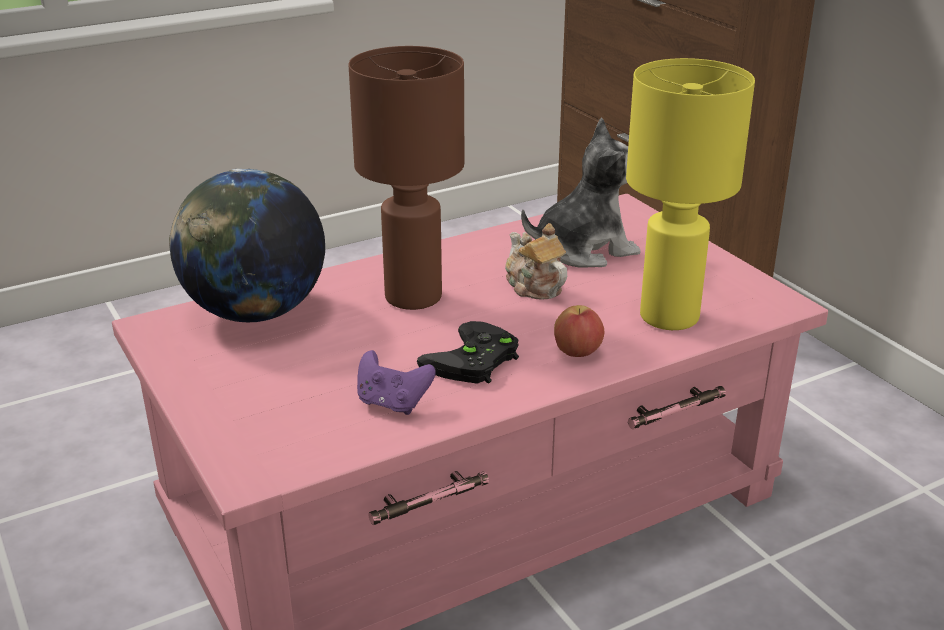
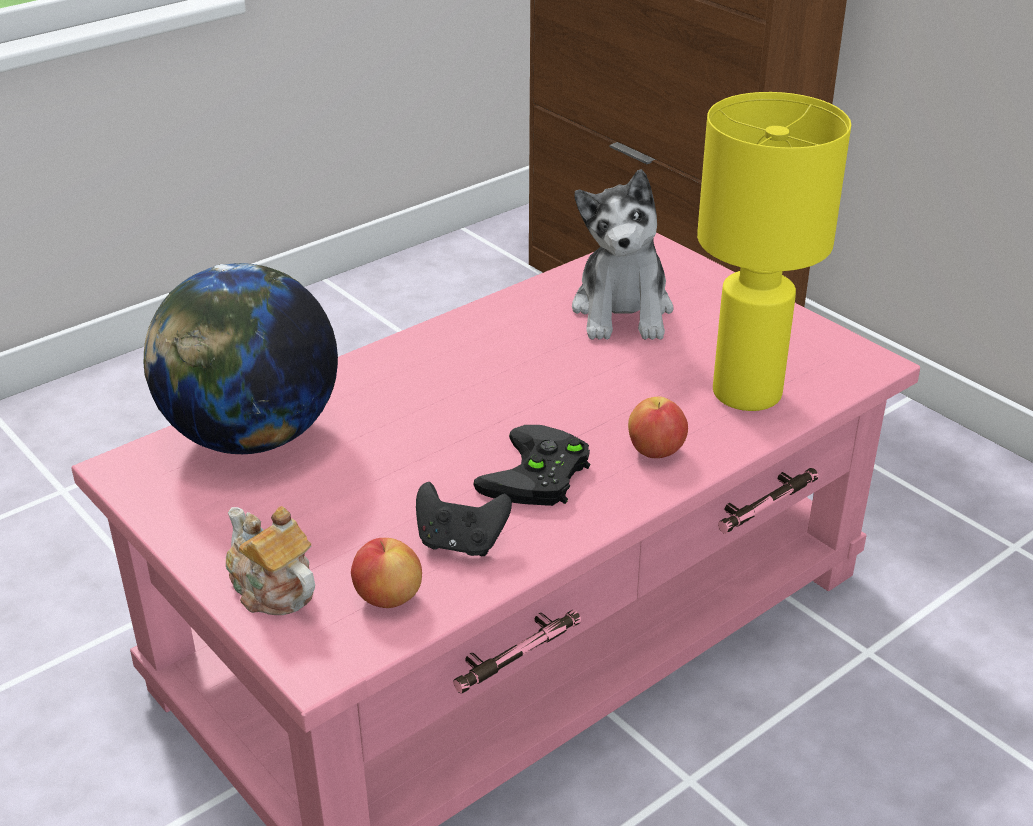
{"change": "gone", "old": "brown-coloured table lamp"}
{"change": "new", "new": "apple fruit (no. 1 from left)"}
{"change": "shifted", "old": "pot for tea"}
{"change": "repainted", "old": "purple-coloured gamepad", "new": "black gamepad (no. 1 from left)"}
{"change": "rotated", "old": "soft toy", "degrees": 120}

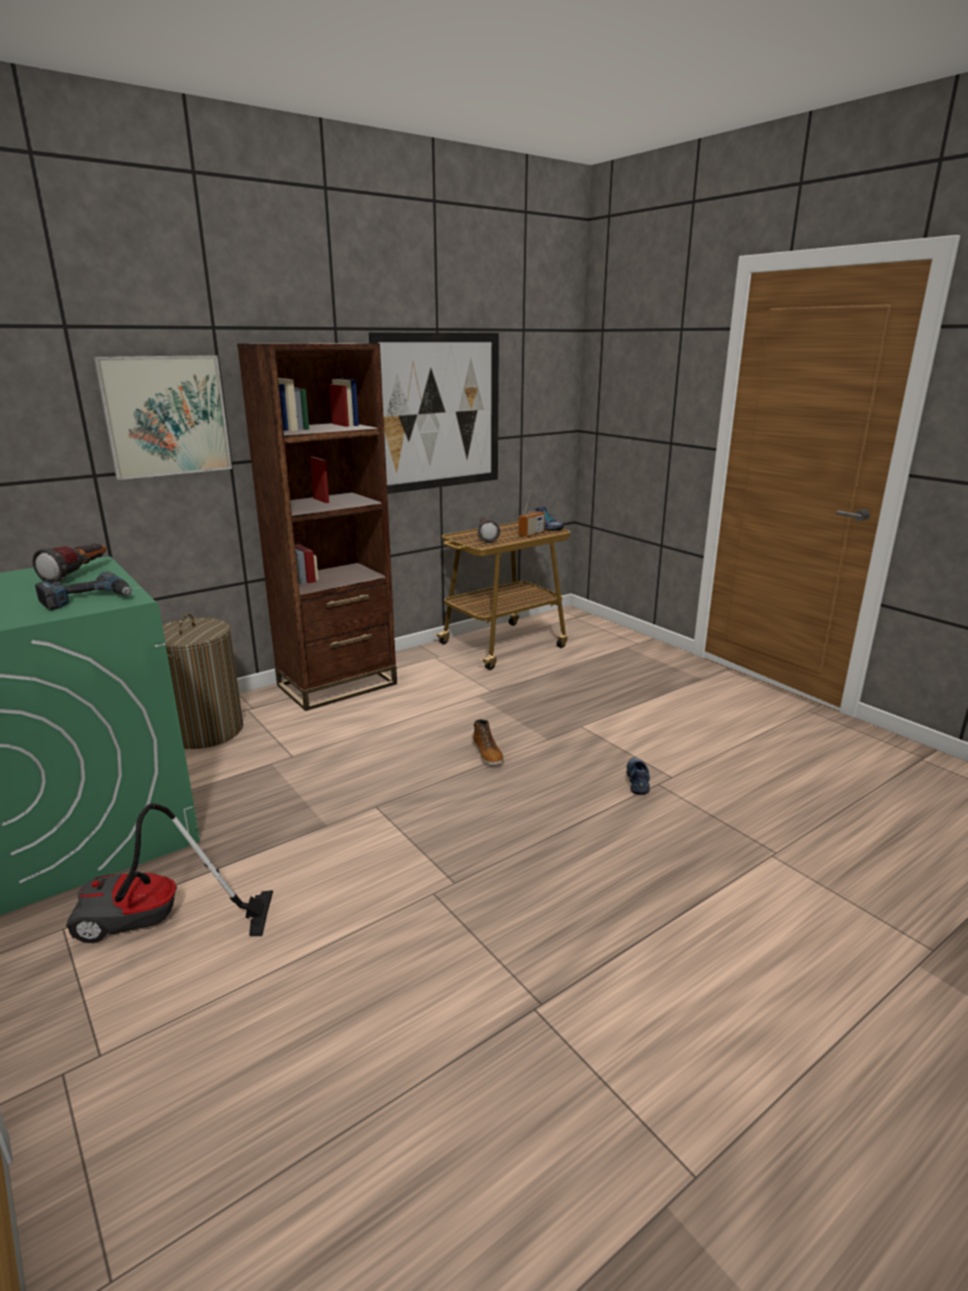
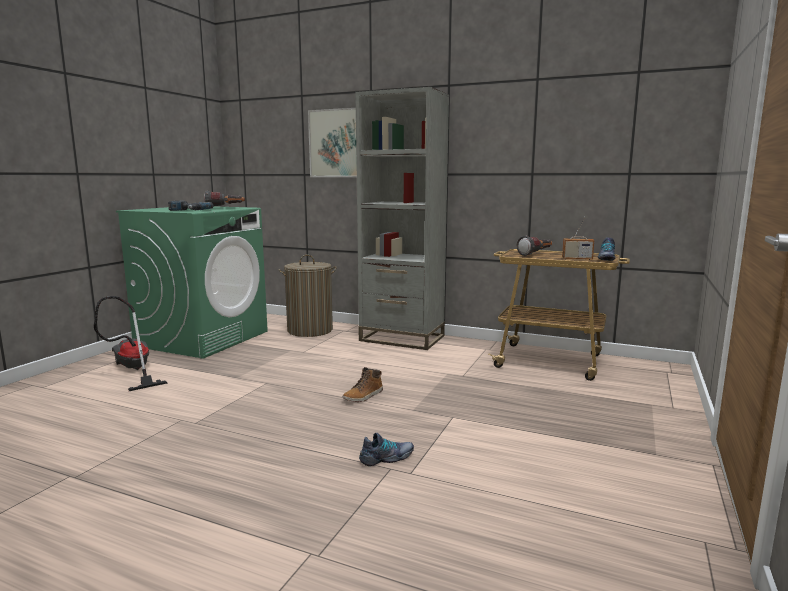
{"change": "gone", "old": "wall art (no. 2 from left)"}
{"change": "repainted", "old": "brown-coloured bookcase", "new": "greyish bookcase"}

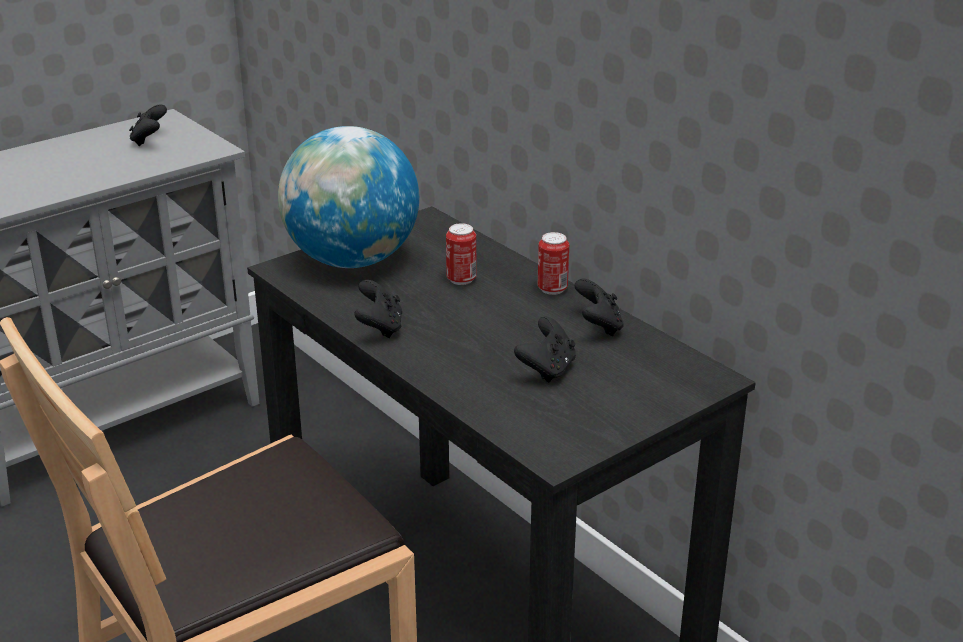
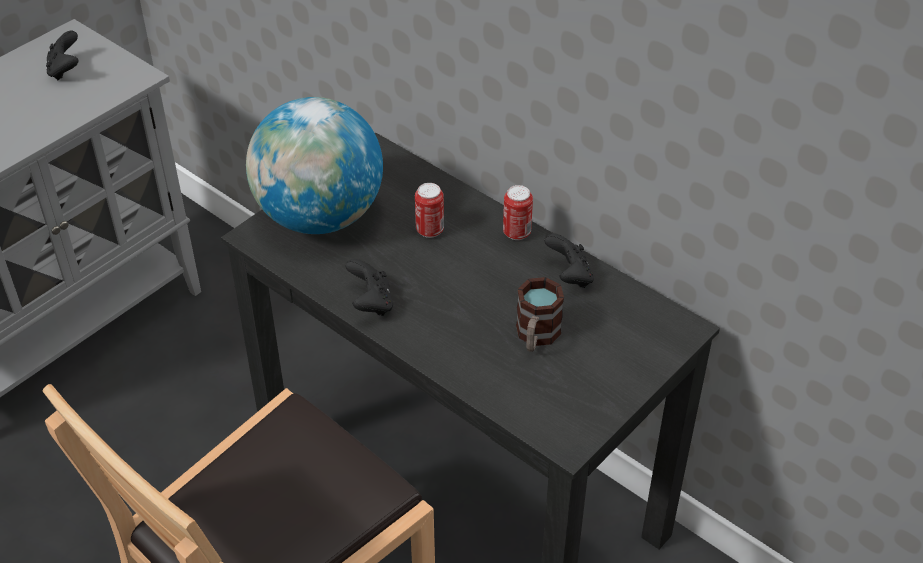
{"change": "swapped", "old": "black gamepad (no. 3 from left)", "new": "mug"}

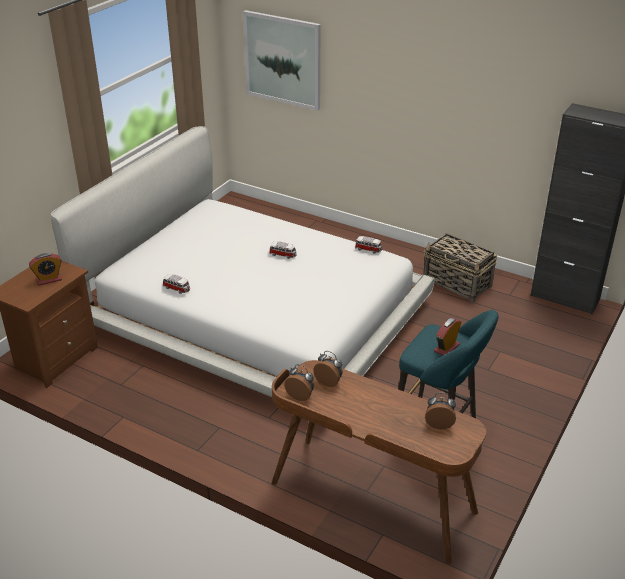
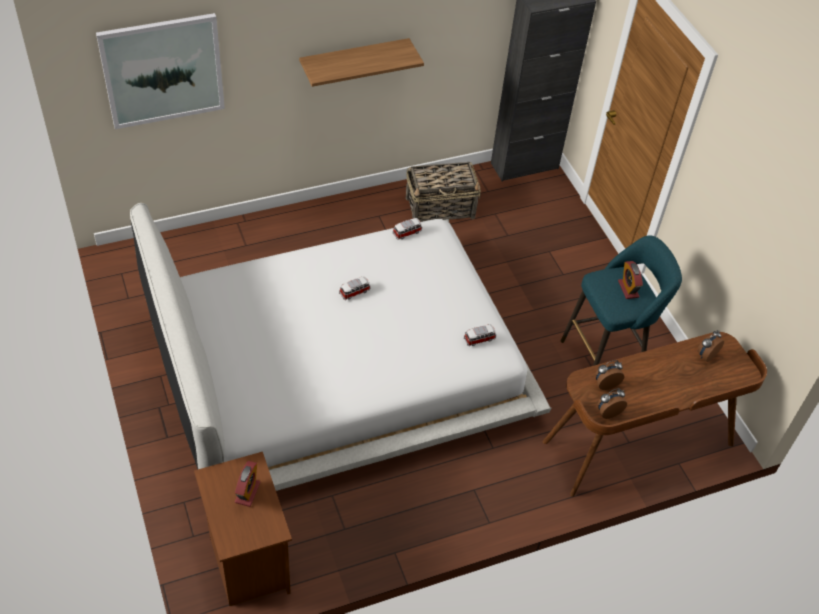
{"change": "new", "new": "wall shelf"}
{"change": "shifted", "old": "miniature car (no. 1 from left in the first image)", "new": "miniature car (no. 3 from left)"}

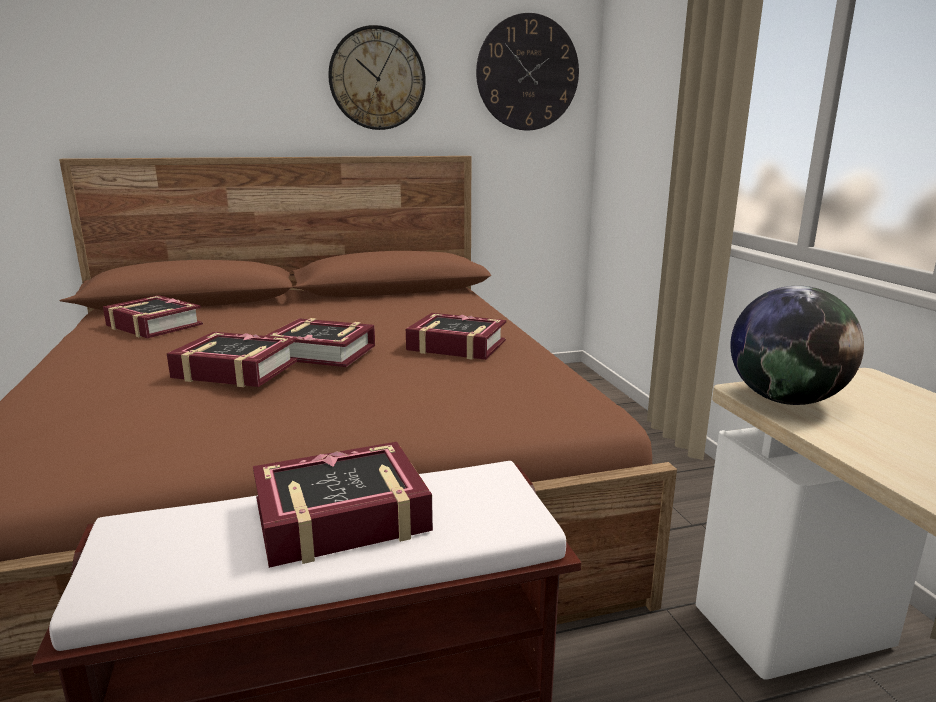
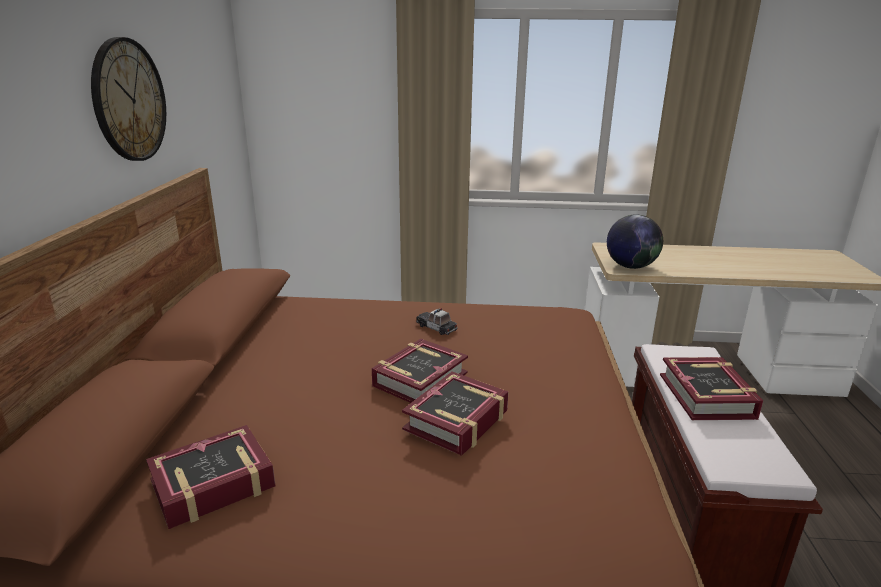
{"change": "gone", "old": "wall clock (no. 2 from left)"}
{"change": "swapped", "old": "volume (no. 5 from left)", "new": "miniature car"}

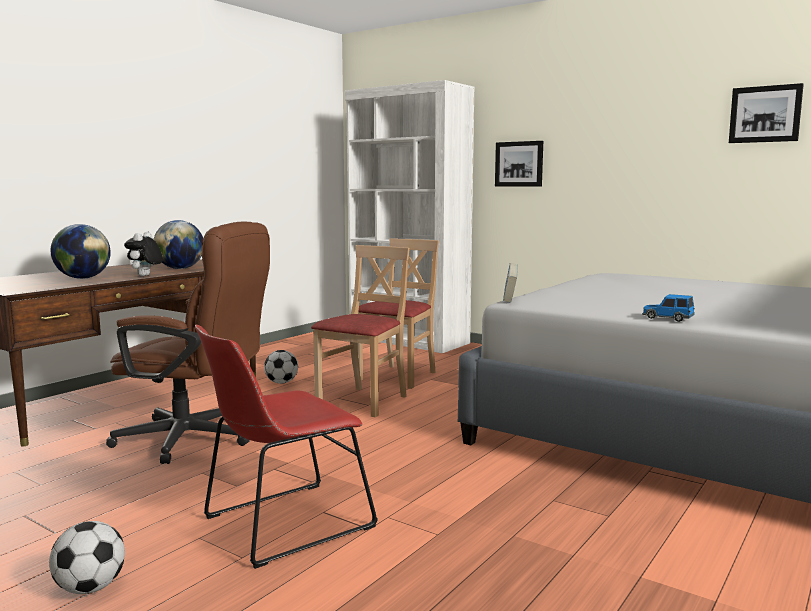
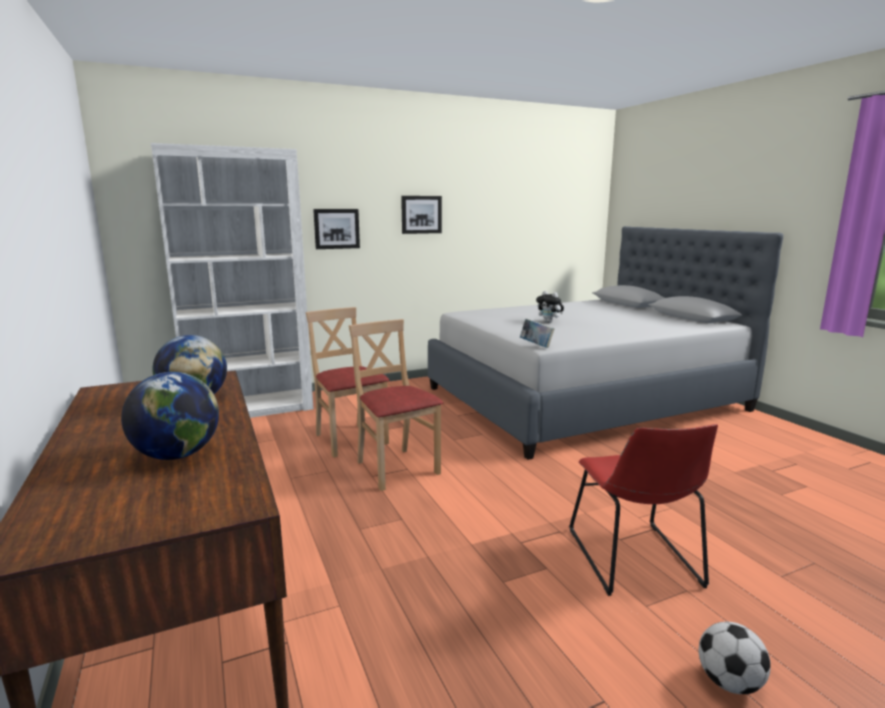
{"change": "gone", "old": "brown-coloured desk chair"}
{"change": "gone", "old": "ball for football (no. 2 from left)"}
{"change": "gone", "old": "miniature car"}
{"change": "shifted", "old": "soft toy"}
{"change": "shifted", "old": "wall art (no. 2 from left)"}

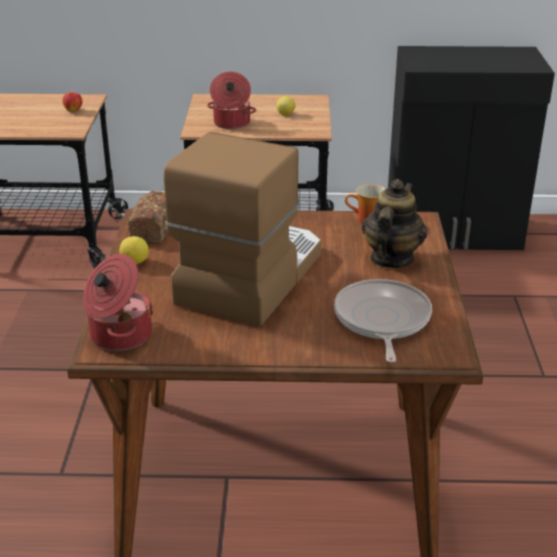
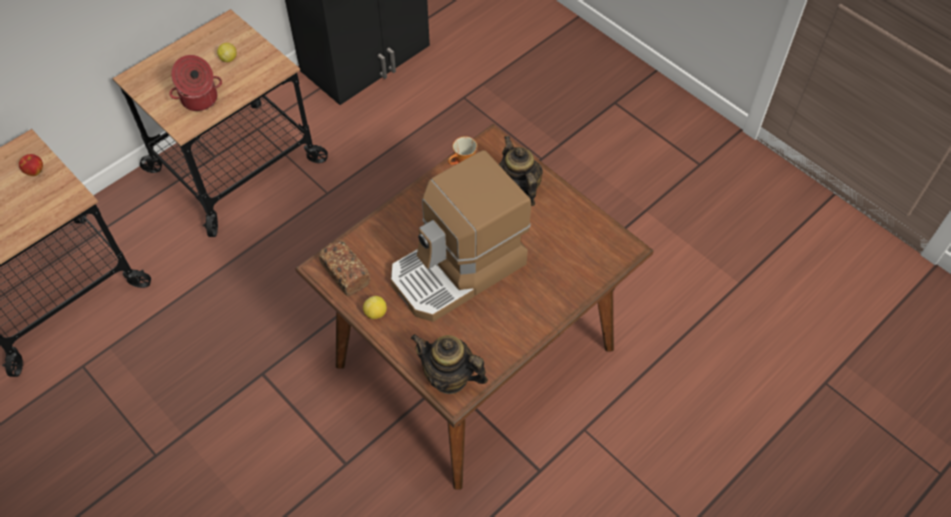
{"change": "gone", "old": "skillet"}
{"change": "swapped", "old": "saucepot (no. 1 from left)", "new": "pot for tea (no. 1 from left)"}
{"change": "rotated", "old": "coffee brewer", "degrees": -105}

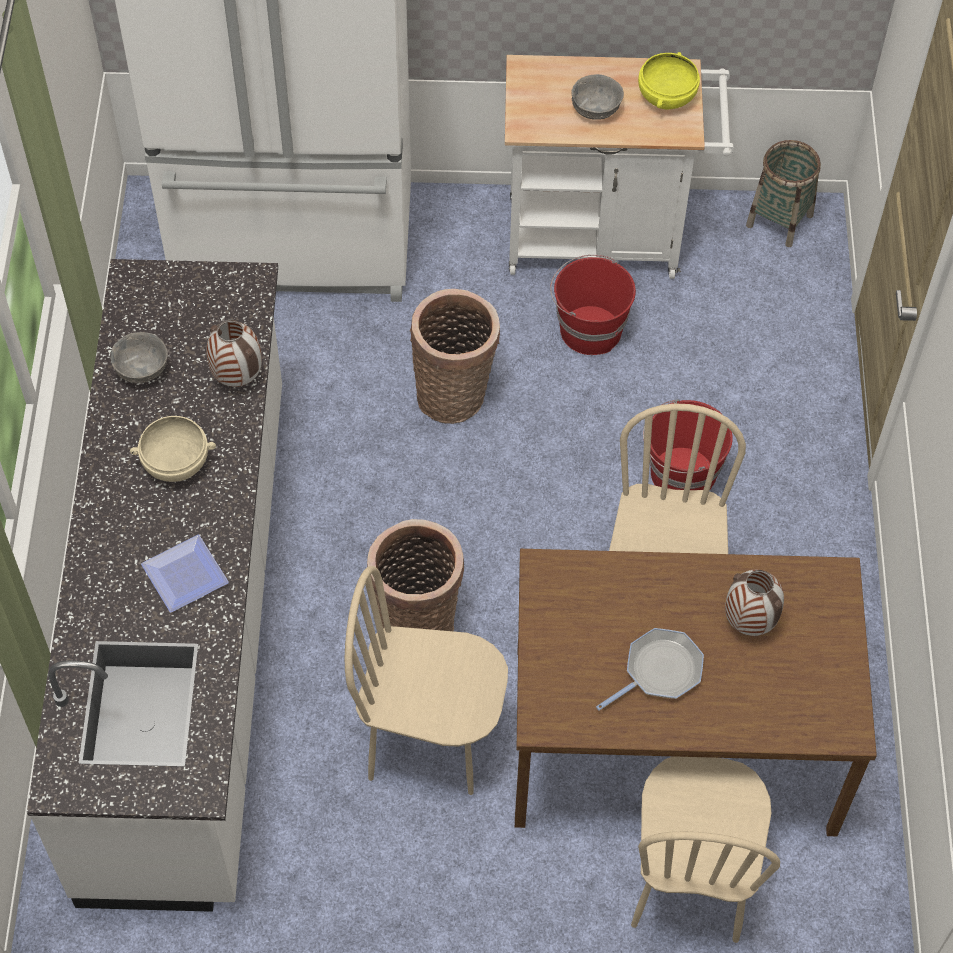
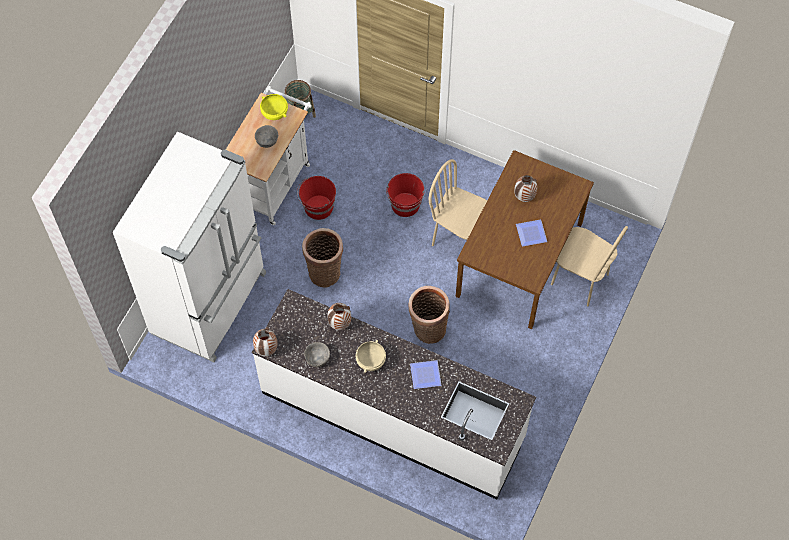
{"change": "gone", "old": "beige upright chair (no. 1 from left)"}
{"change": "new", "new": "flower vase (no. 1 from left)"}
{"change": "swapped", "old": "skillet", "new": "dinner plate (no. 2 from left)"}

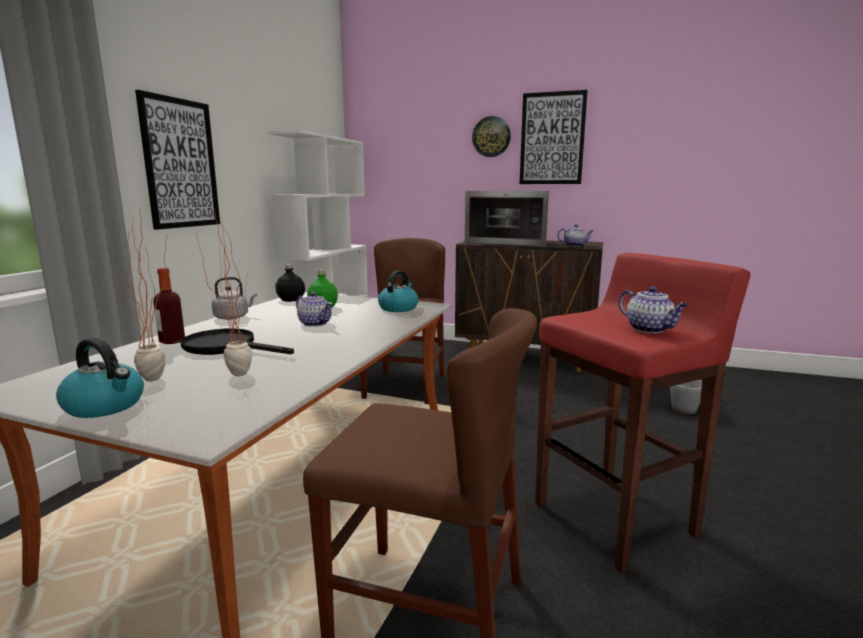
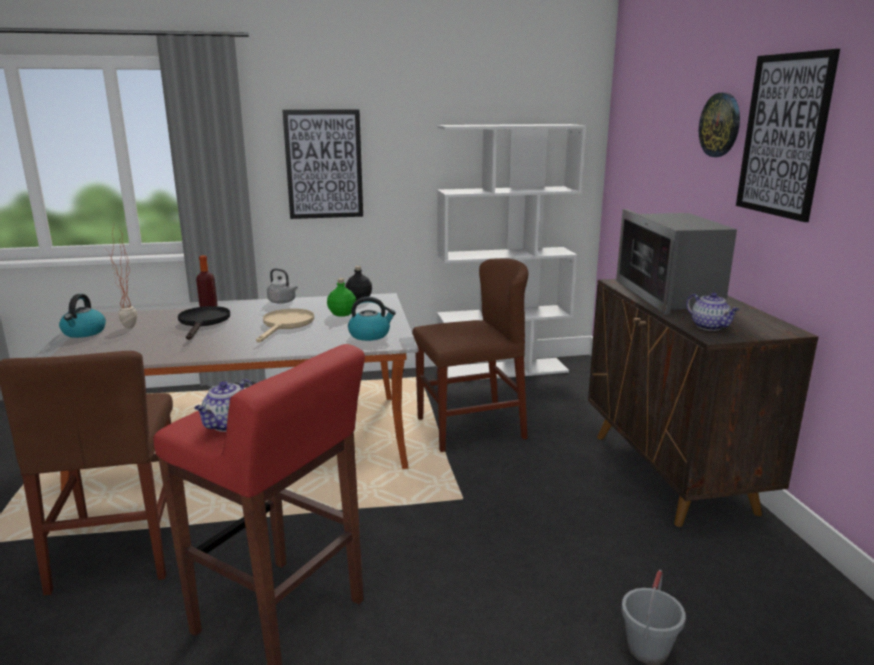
{"change": "gone", "old": "potted plant (no. 2 from left)"}
{"change": "swapped", "old": "pot for tea (no. 1 from left)", "new": "beige skillet"}

